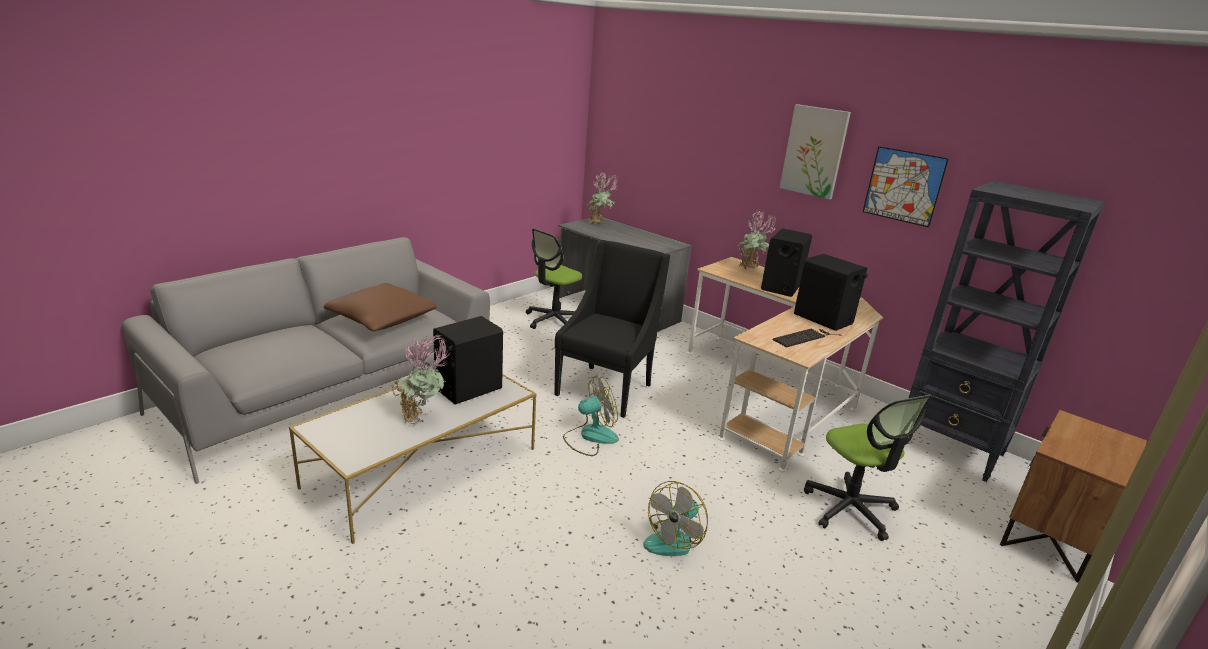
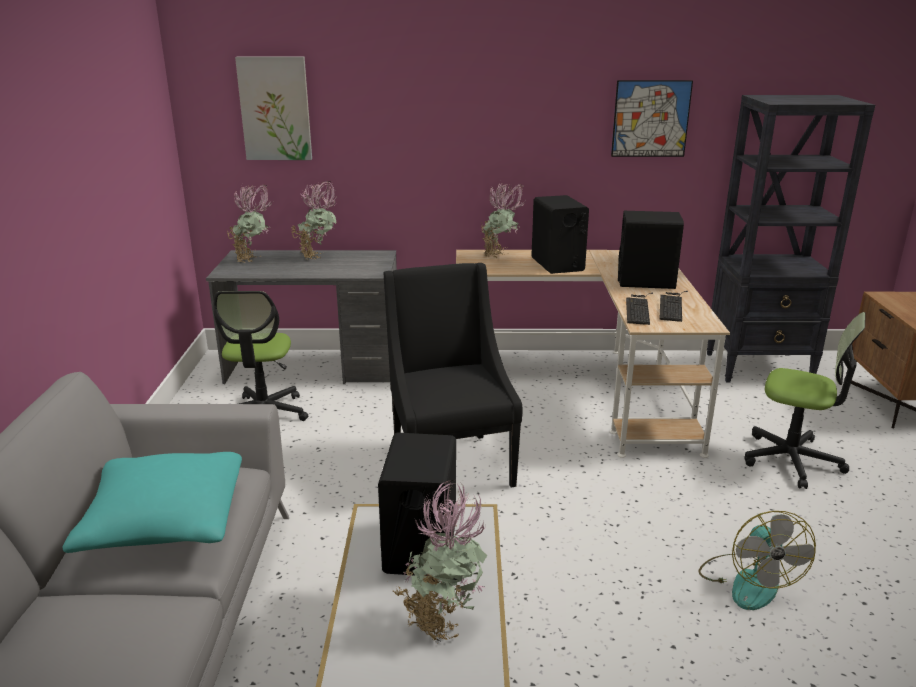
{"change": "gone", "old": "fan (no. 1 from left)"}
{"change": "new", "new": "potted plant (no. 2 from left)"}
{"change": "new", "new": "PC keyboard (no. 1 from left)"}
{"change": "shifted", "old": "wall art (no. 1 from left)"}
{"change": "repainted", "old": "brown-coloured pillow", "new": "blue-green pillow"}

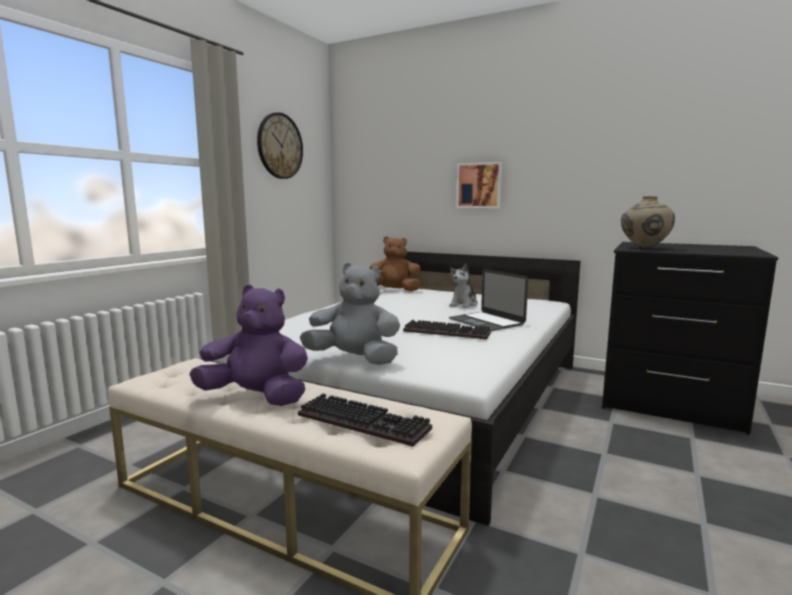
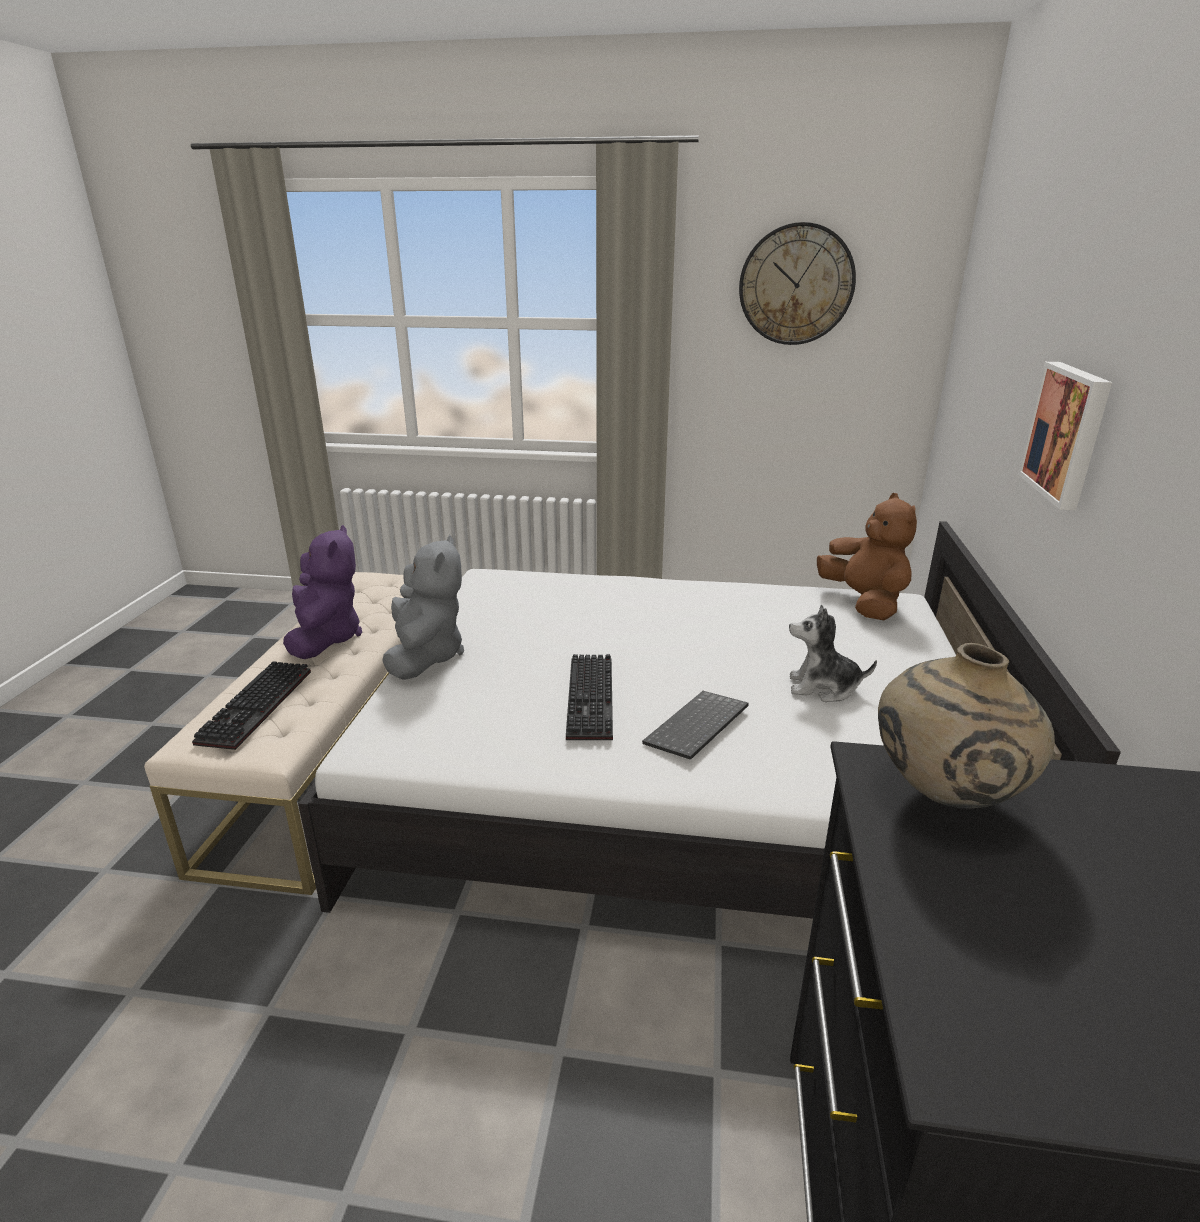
{"change": "swapped", "old": "laptop", "new": "PC keyboard (no. 3 from left)"}

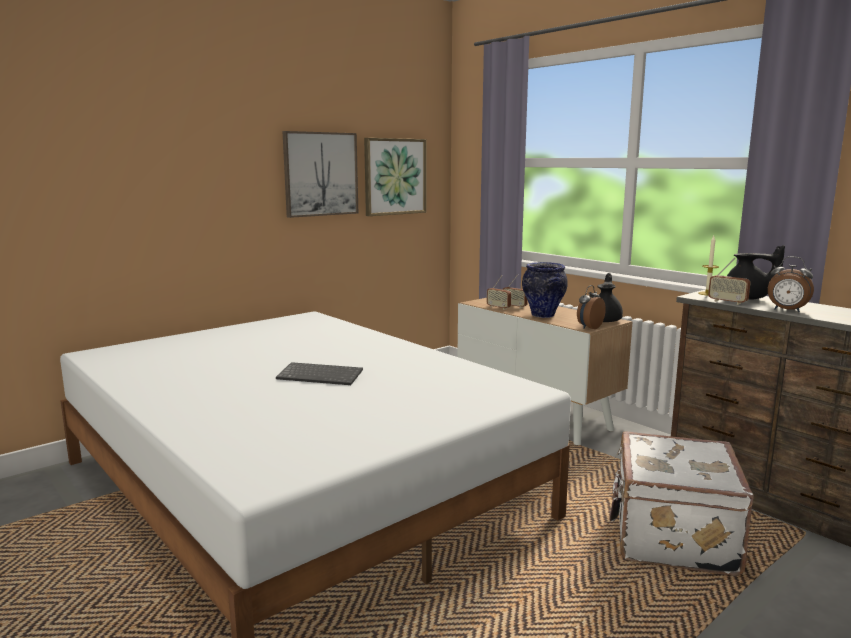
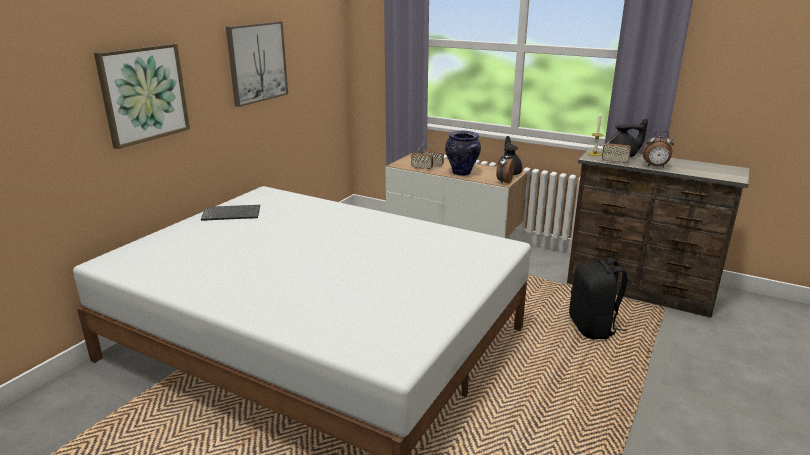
{"change": "shifted", "old": "PC keyboard"}
{"change": "shifted", "old": "wall art (no. 2 from left in the first image)", "new": "wall art (no. 1 from left)"}
{"change": "swapped", "old": "whitish suitcase", "new": "black backpack"}

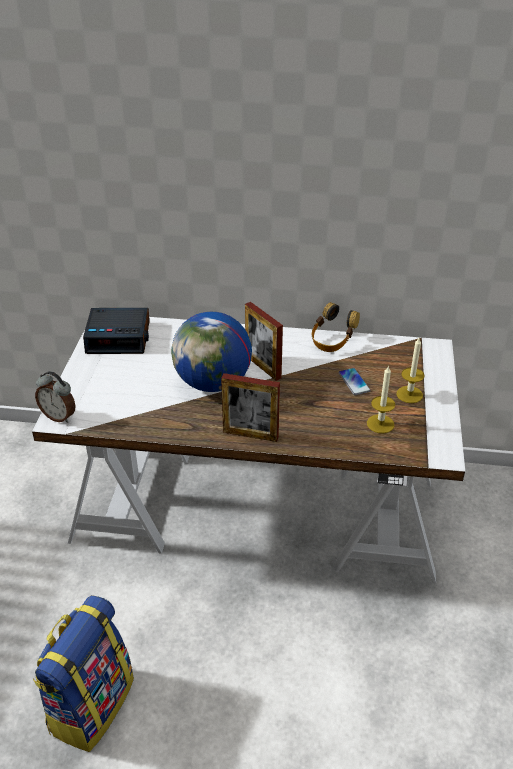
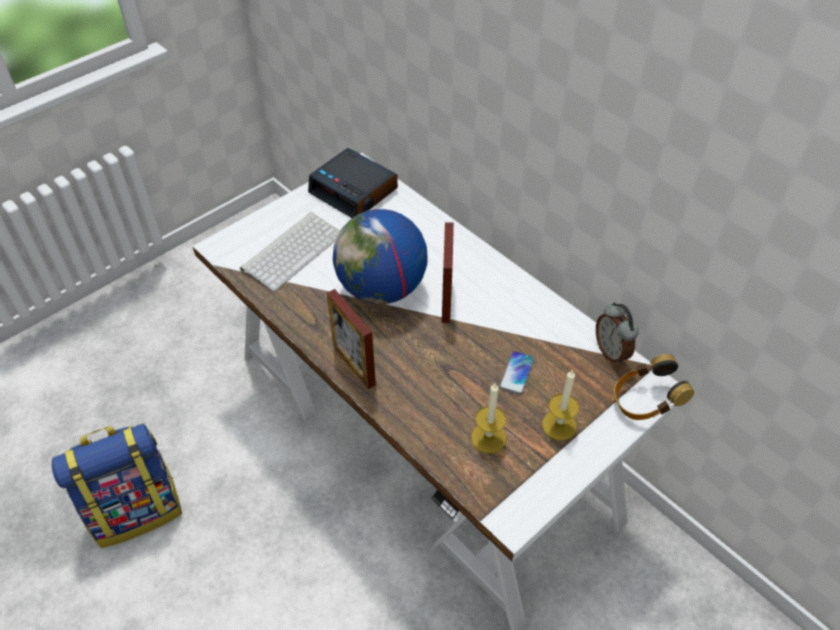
{"change": "new", "new": "PC keyboard"}
{"change": "shifted", "old": "alarm clock (no. 1 from left in the first image)", "new": "alarm clock (no. 2 from left)"}
{"change": "shifted", "old": "headset"}

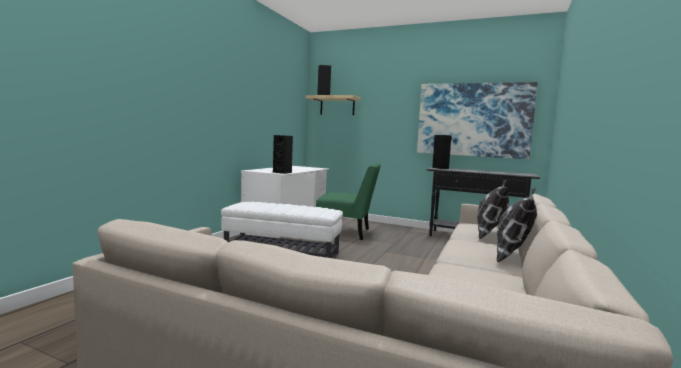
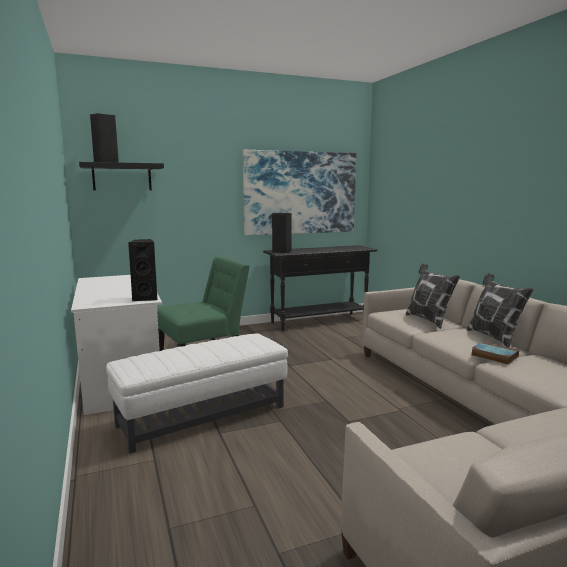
{"change": "new", "new": "volume"}
{"change": "repainted", "old": "beige wall shelf", "new": "black wall shelf"}

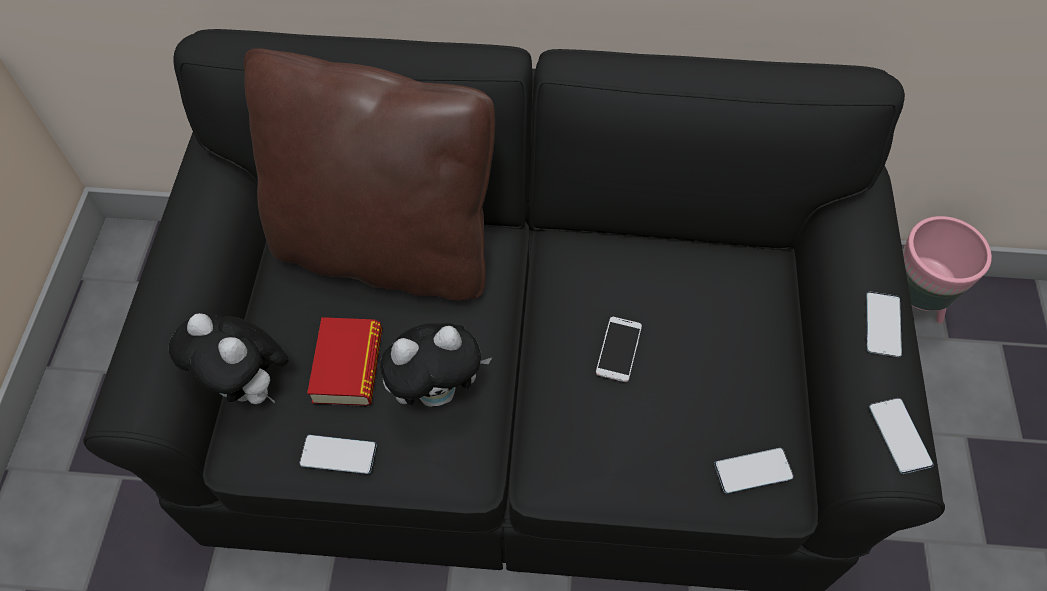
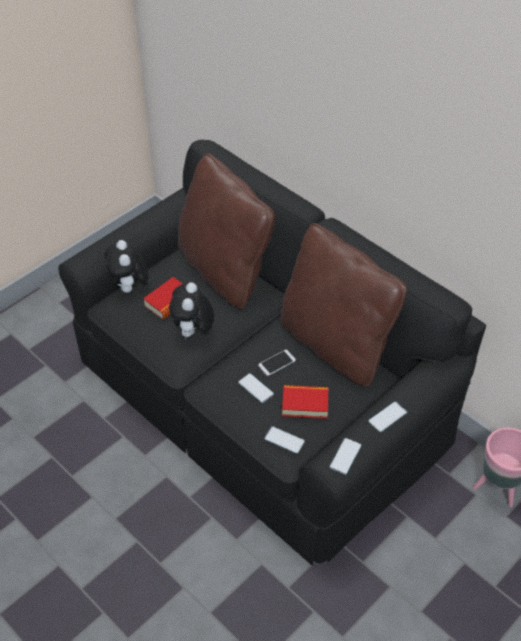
{"change": "new", "new": "brown-coloured pillow (no. 2 from left)"}
{"change": "new", "new": "volume (no. 2 from left)"}
{"change": "shifted", "old": "telephone (no. 1 from left)"}
{"change": "rotated", "old": "soft toy (no. 2 from left)", "degrees": 75}

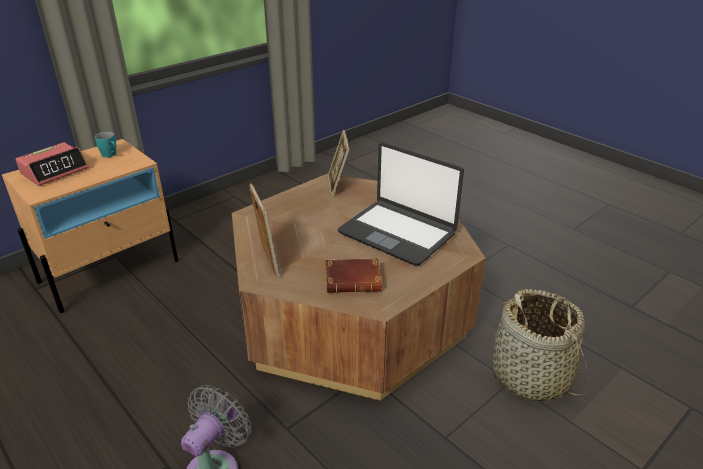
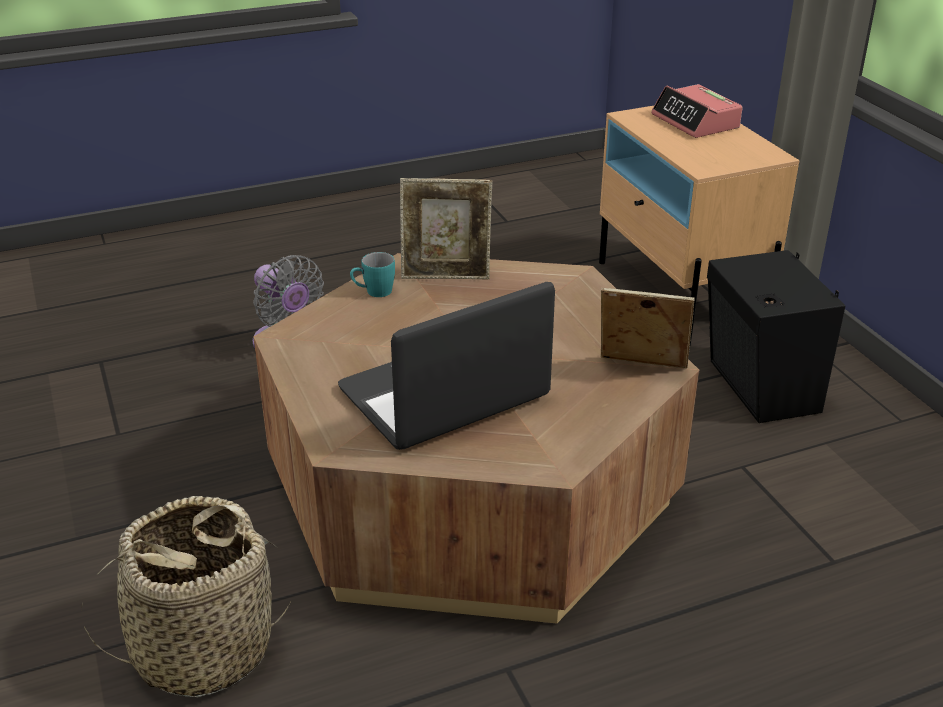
{"change": "gone", "old": "brown-coloured volume"}
{"change": "new", "new": "black audio speaker"}
{"change": "shifted", "old": "blue-green mug"}

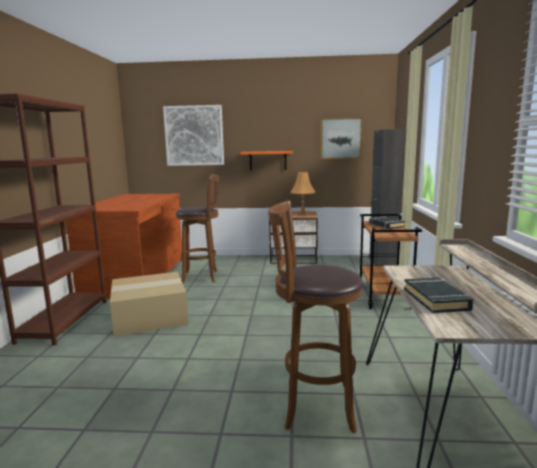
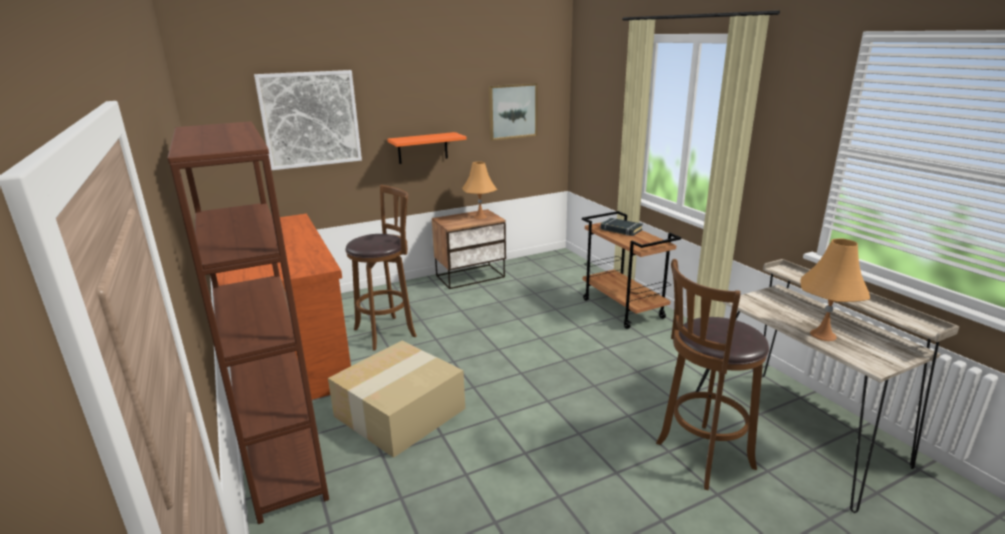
{"change": "gone", "old": "black cupboard"}
{"change": "swapped", "old": "black volume (no. 2 from left)", "new": "orange table lamp (no. 2 from left)"}

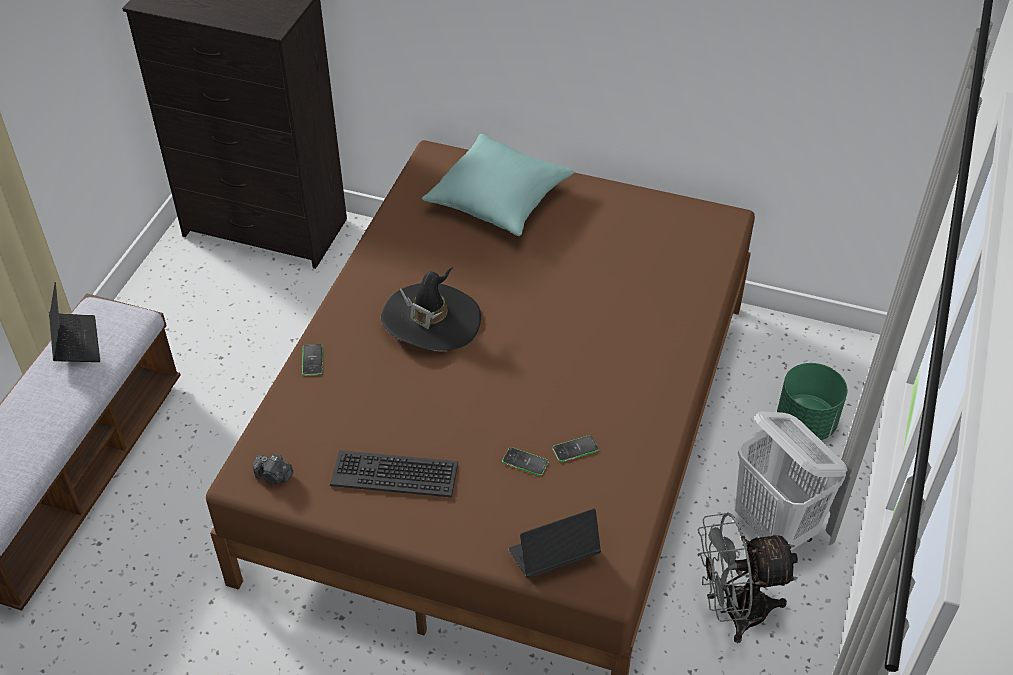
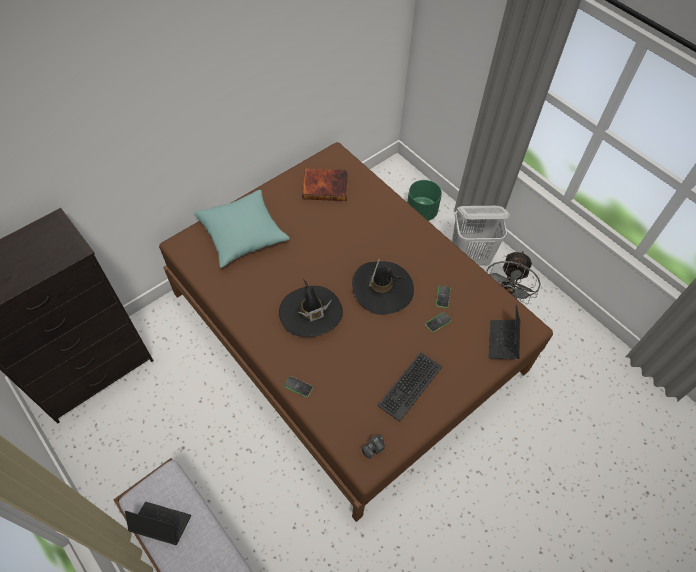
{"change": "new", "new": "volume"}
{"change": "new", "new": "black clothing hat (no. 2 from left)"}

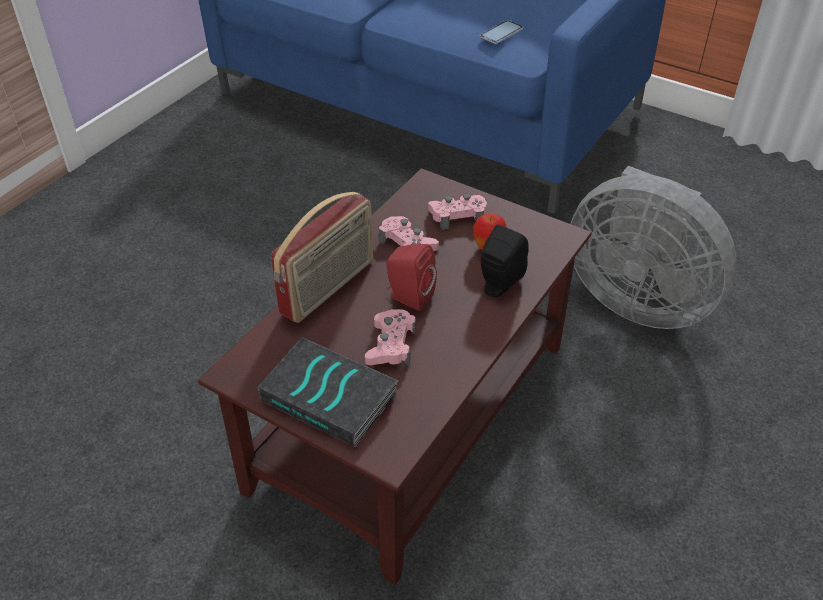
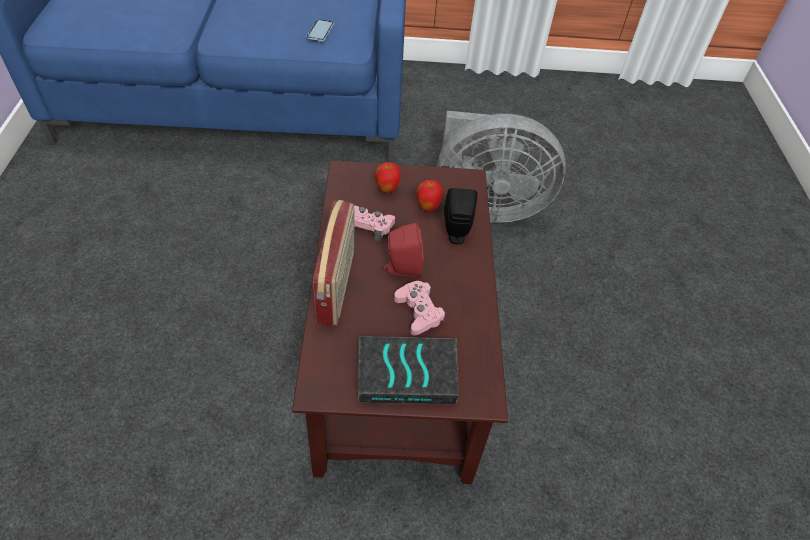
{"change": "swapped", "old": "pinkish gamepad (no. 3 from left)", "new": "apple fruit (no. 1 from left)"}

